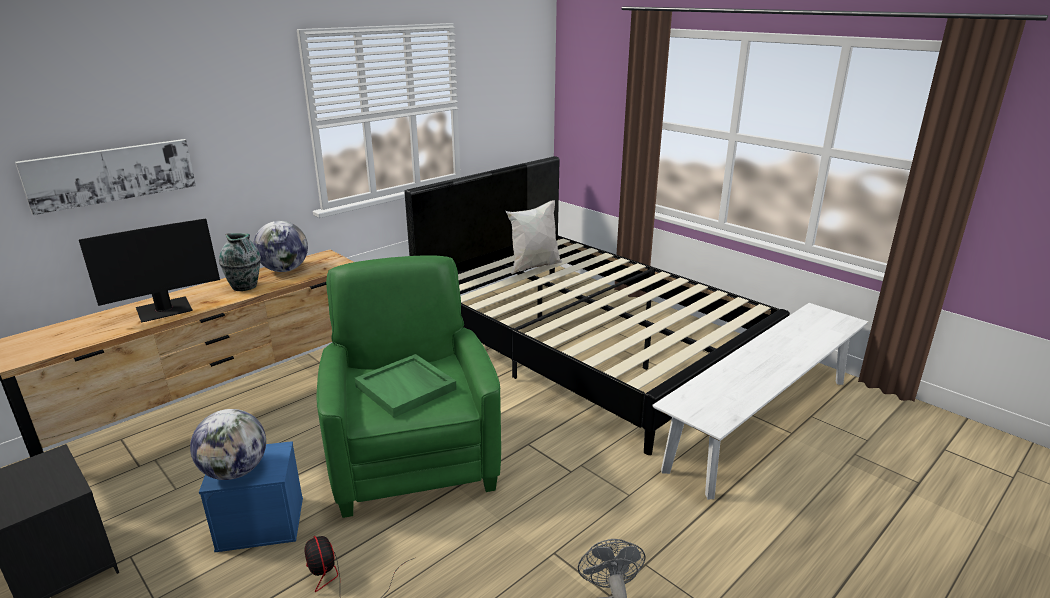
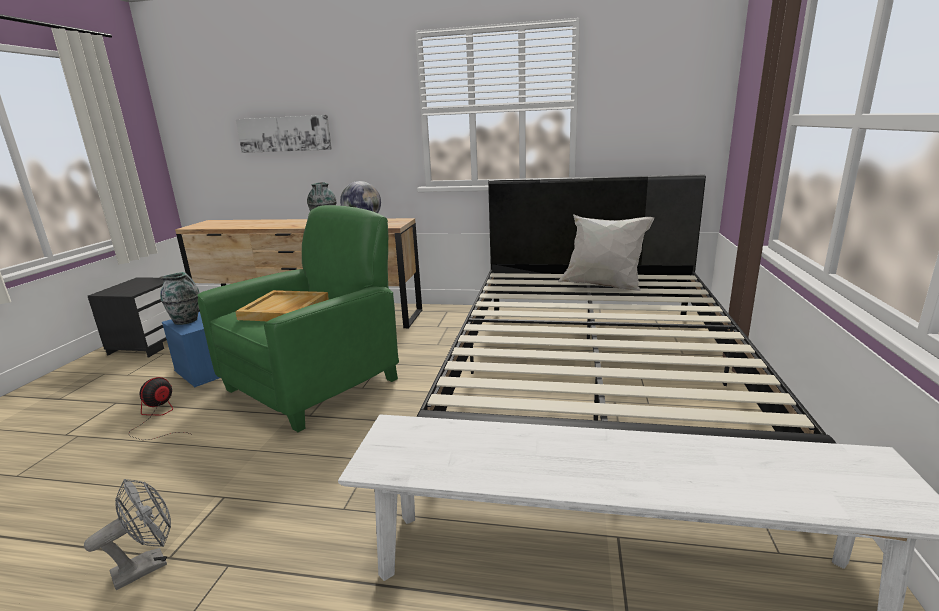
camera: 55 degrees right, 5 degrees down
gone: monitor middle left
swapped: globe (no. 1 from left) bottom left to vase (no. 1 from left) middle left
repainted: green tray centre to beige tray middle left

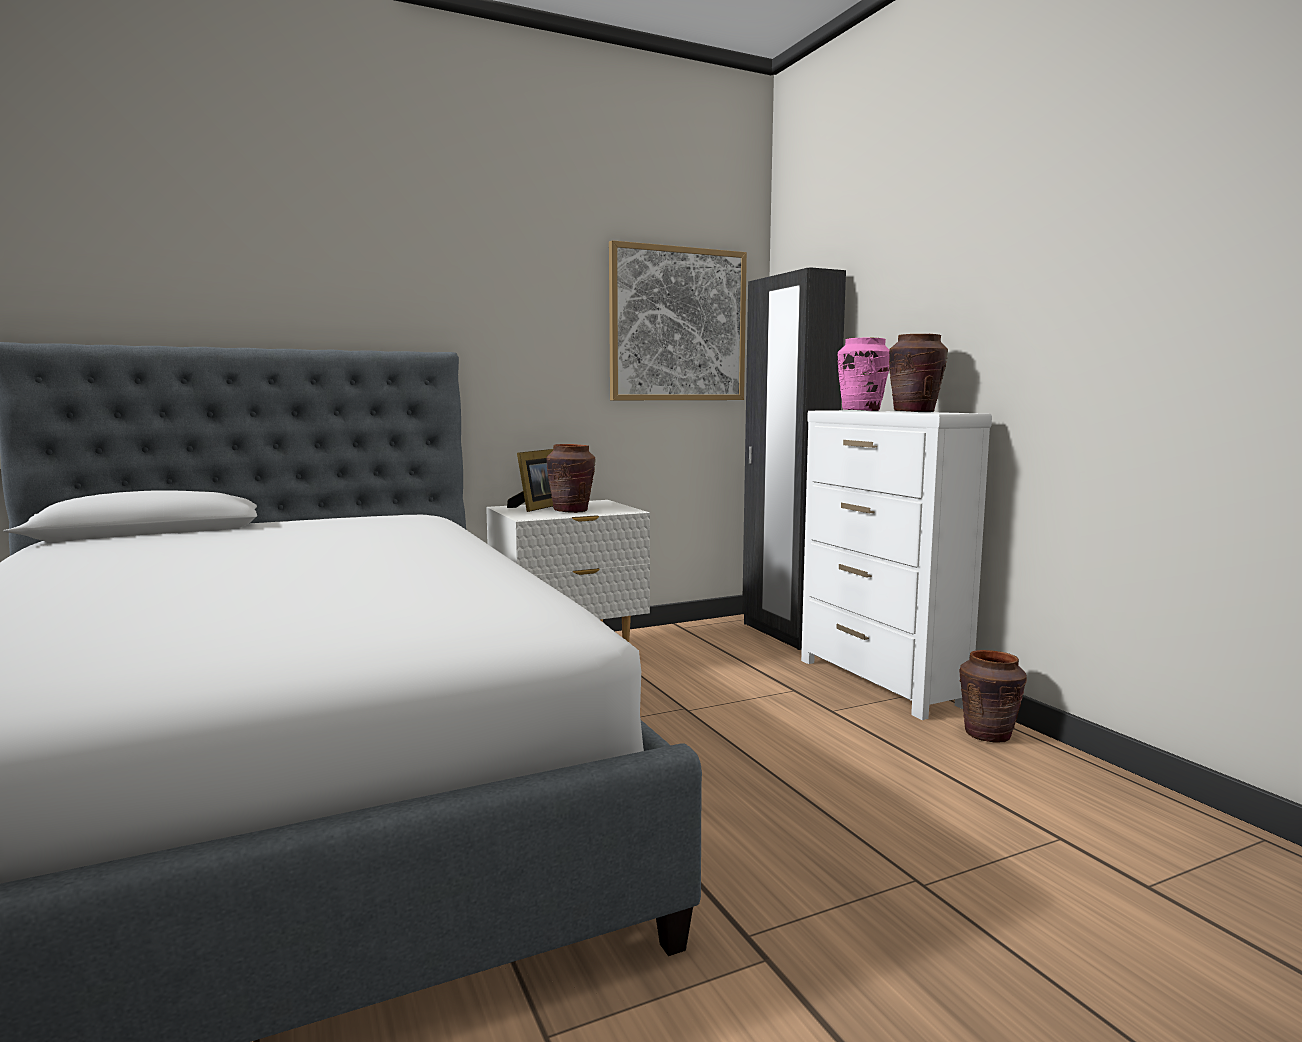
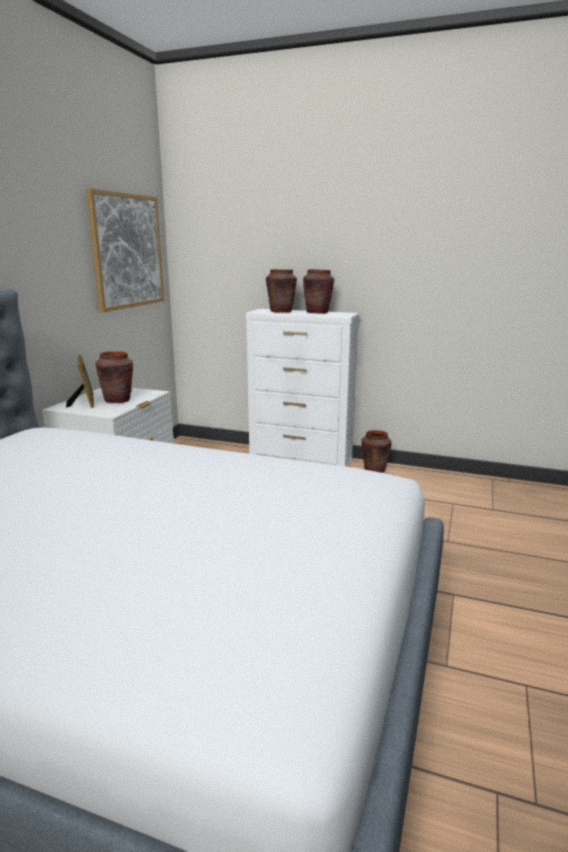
camera: 45 degrees left, 10 degrees up
gone: black wardrobe centre
repainted: pink vase centre to brown vase (no. 2 from left) centre

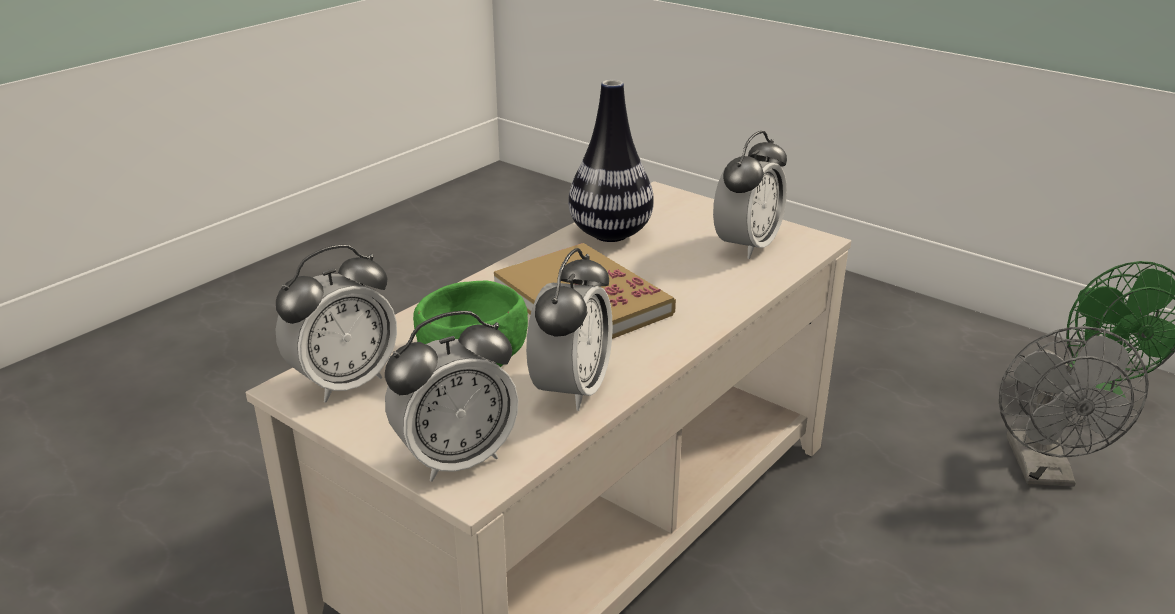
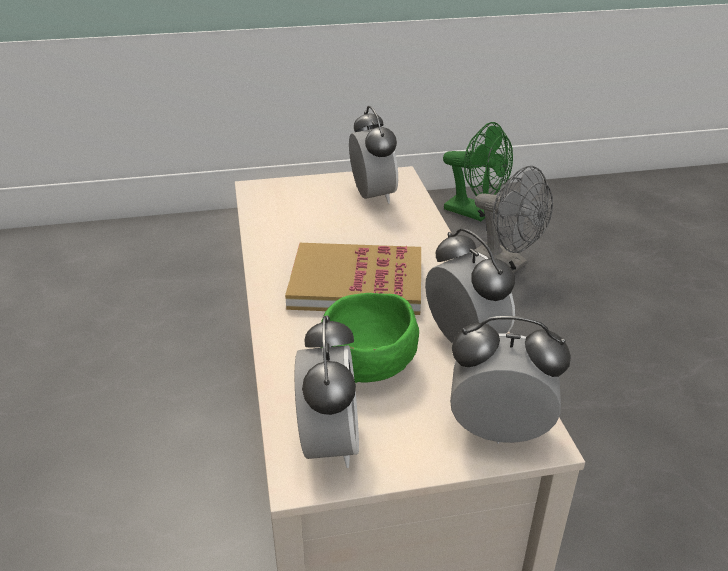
camera: 50 degrees left, 5 degrees up
gone: vase top centre
rotated: alarm clock (no. 2 from left in the first image) centre = middle right 90 degrees counterclockwise

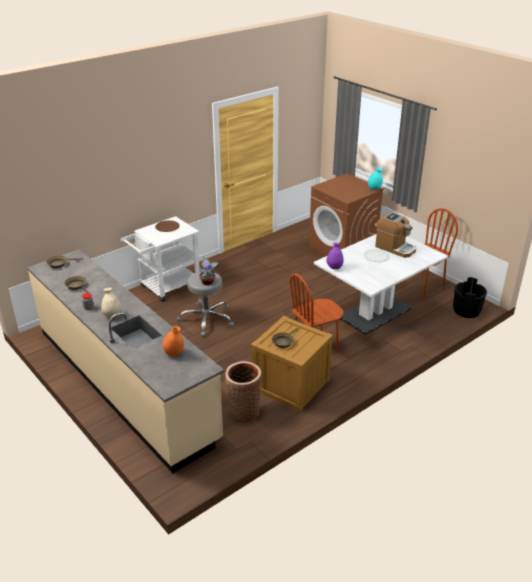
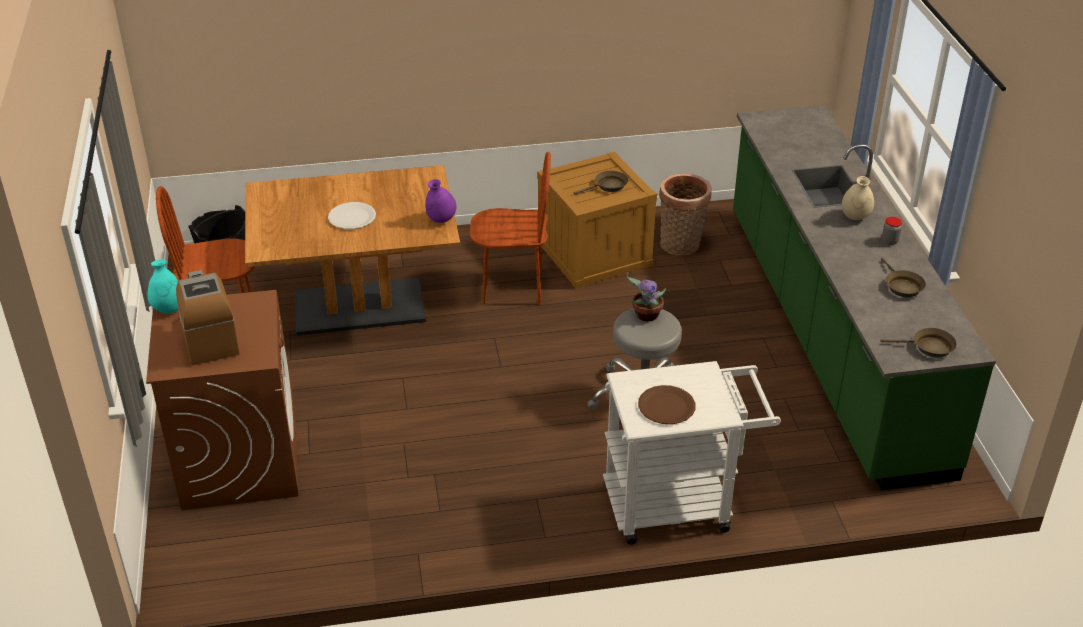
camera: 150 degrees left, 5 degrees up
gone: orange vase middle left
shifted: coffee machine middle right to middle left
repainted: white dining table middle right to brown dining table middle left; beige counter middle left to green counter middle right

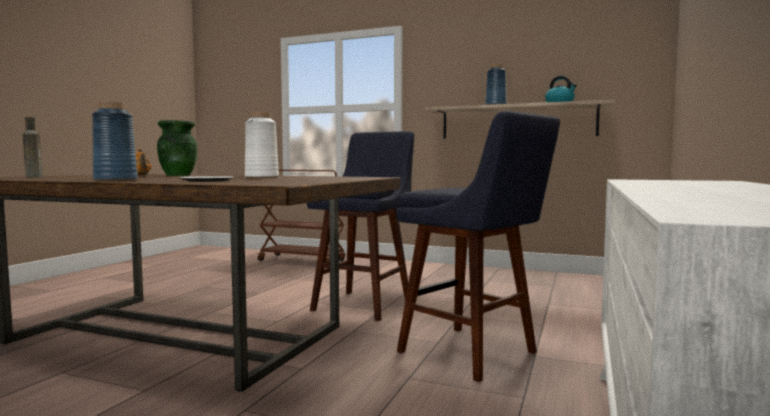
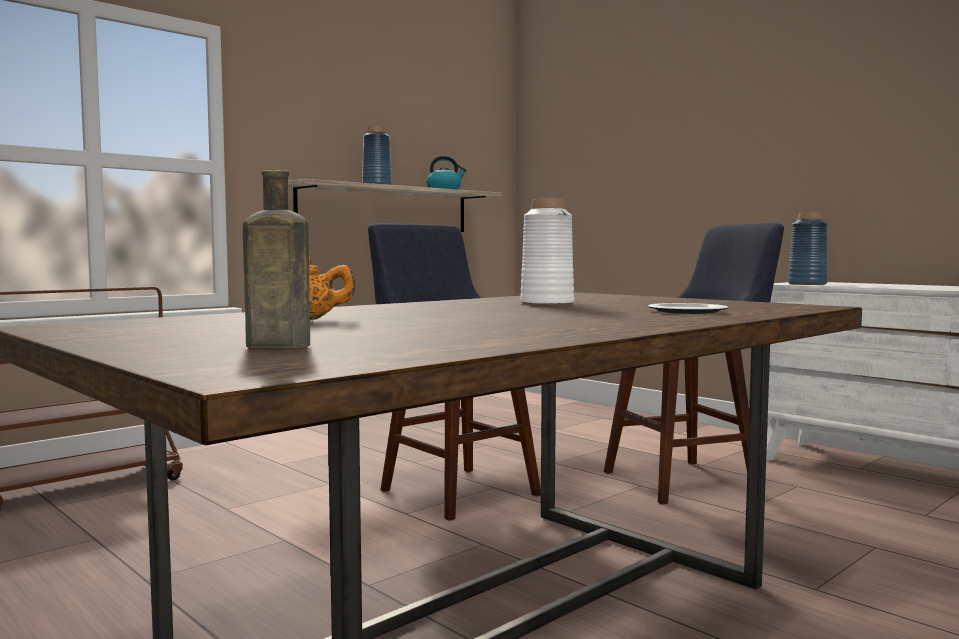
camera: 65 degrees left, 0 degrees up
gone: green vase middle left
shifted: blue vase (no. 1 from left in the first image) middle left to blue vase (no. 2 from left) middle right

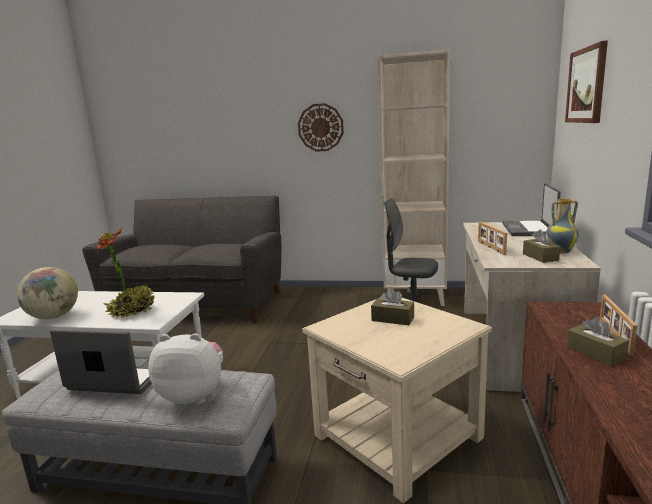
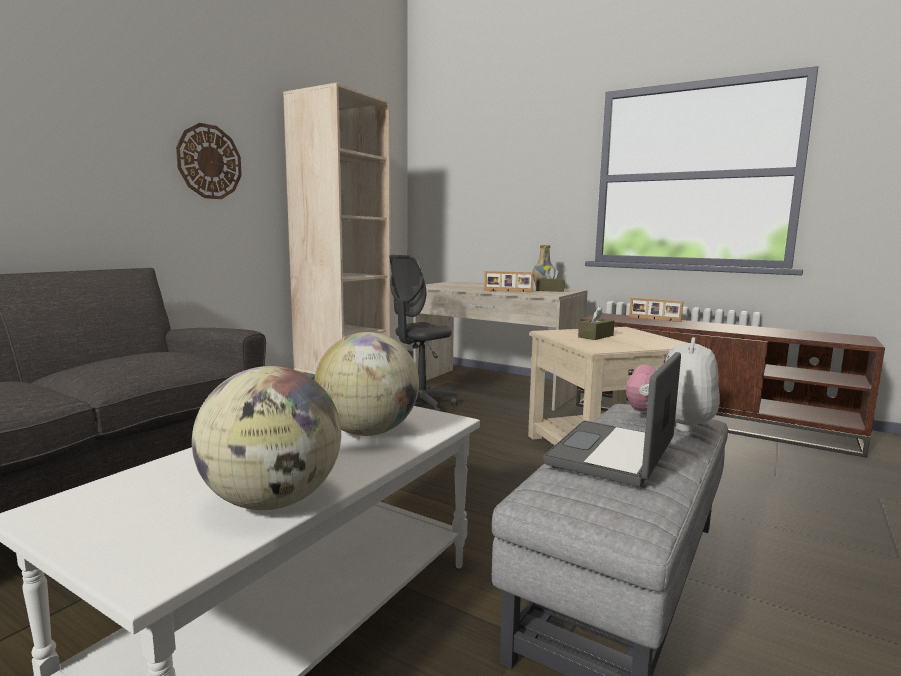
camera: 70 degrees left, 5 degrees down
gone: laptop (no. 2 from left) middle right; picture top right; brown tissue box (no. 3 from left) bottom right
swapped: potted plant middle left to globe (no. 2 from left) centre

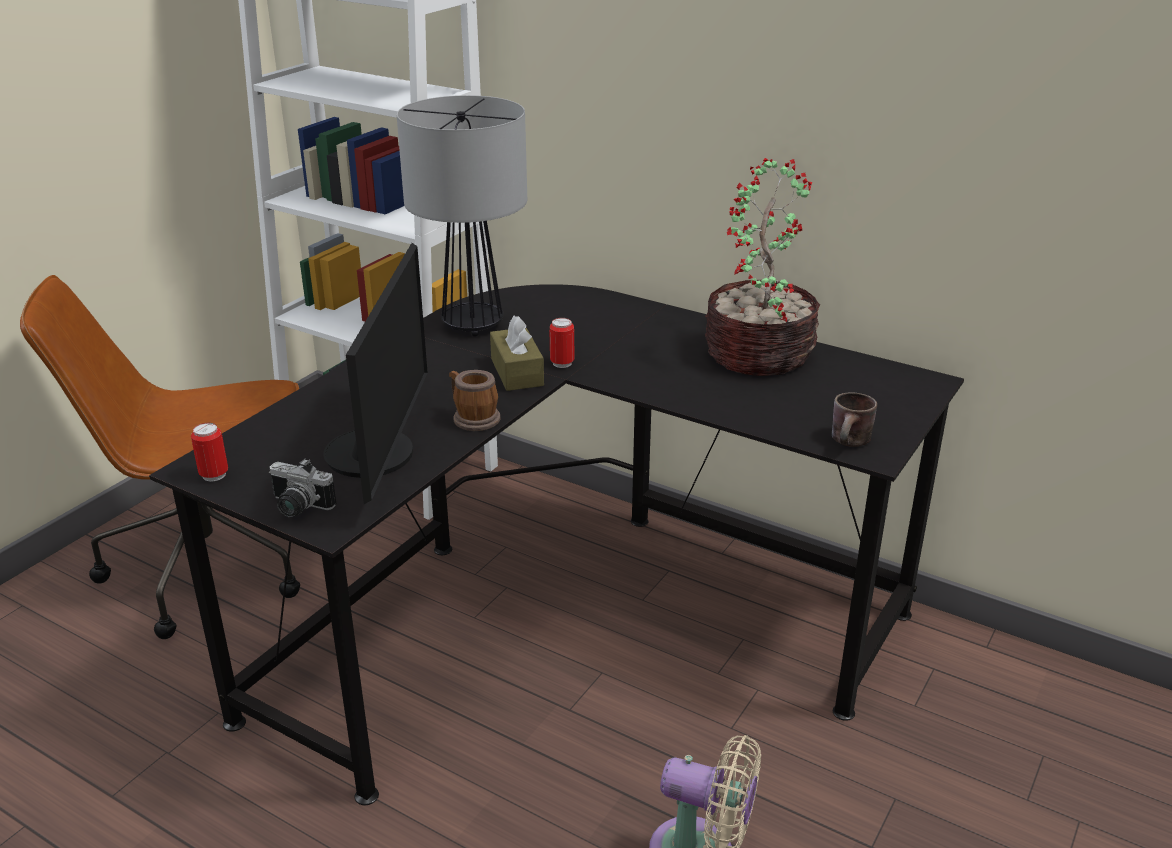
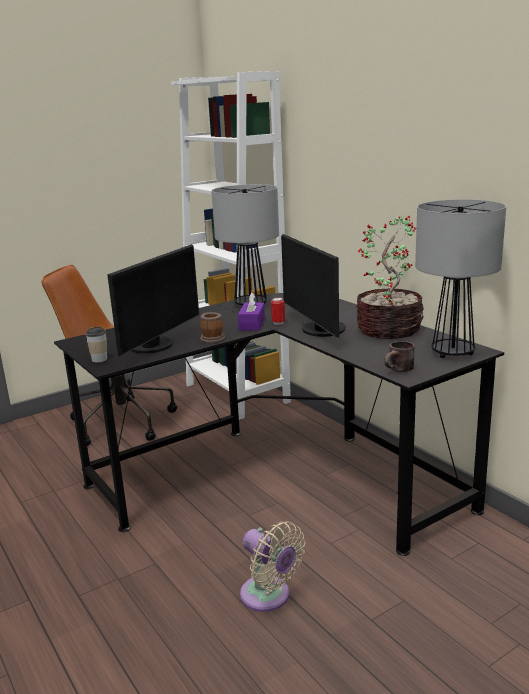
camera: 25 degrees right, 10 degrees down
gone: can (no. 1 from left) middle left
new: monitor (no. 2 from left) centre; table lamp (no. 2 from left) middle right
swapped: photo camera middle left to cup middle left
repainted: brown tissue box centre to purple tissue box centre

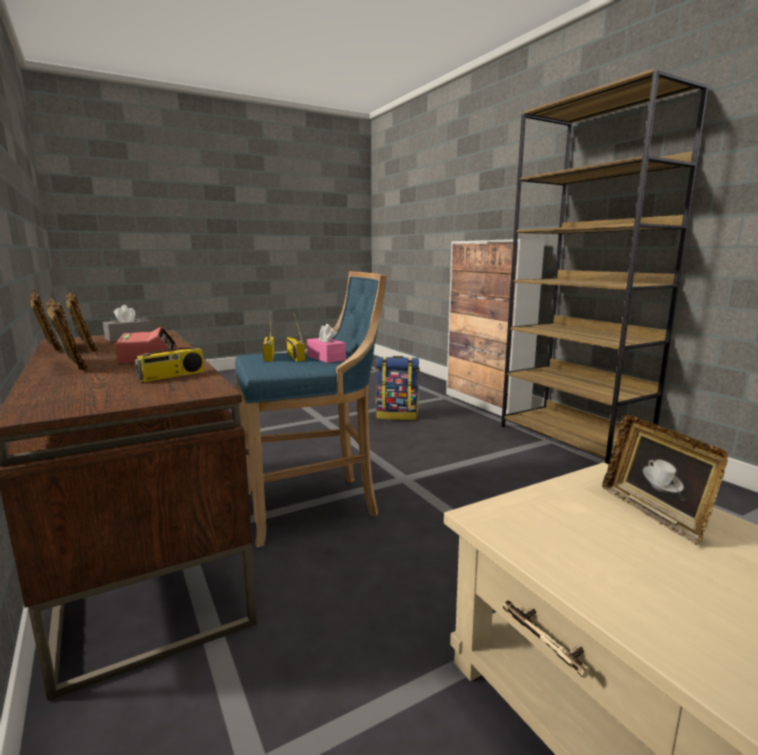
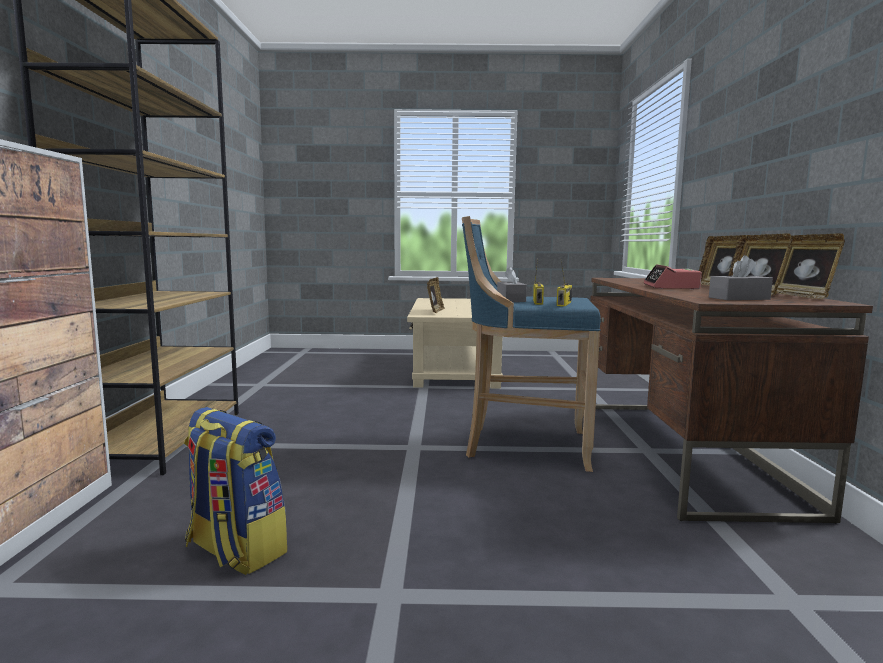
camera: 150 degrees left, 5 degrees down
gone: radio (no. 1 from left) middle left
repainted: pink tissue box centre to grey tissue box (no. 1 from left) centre

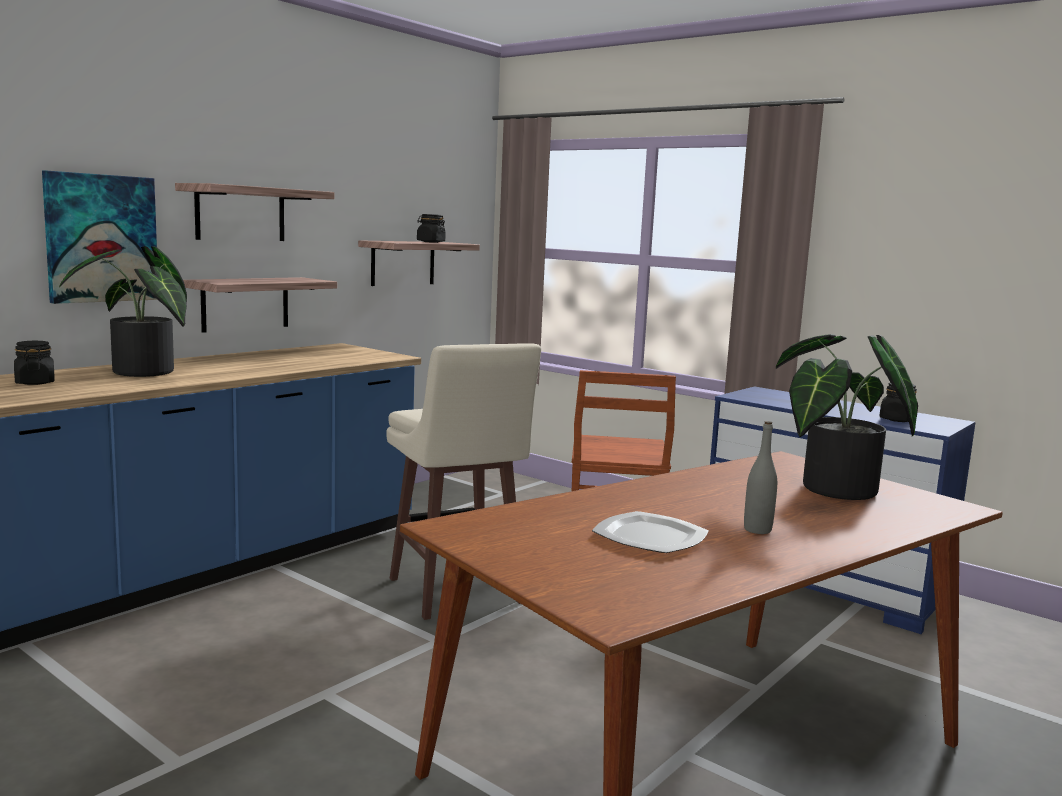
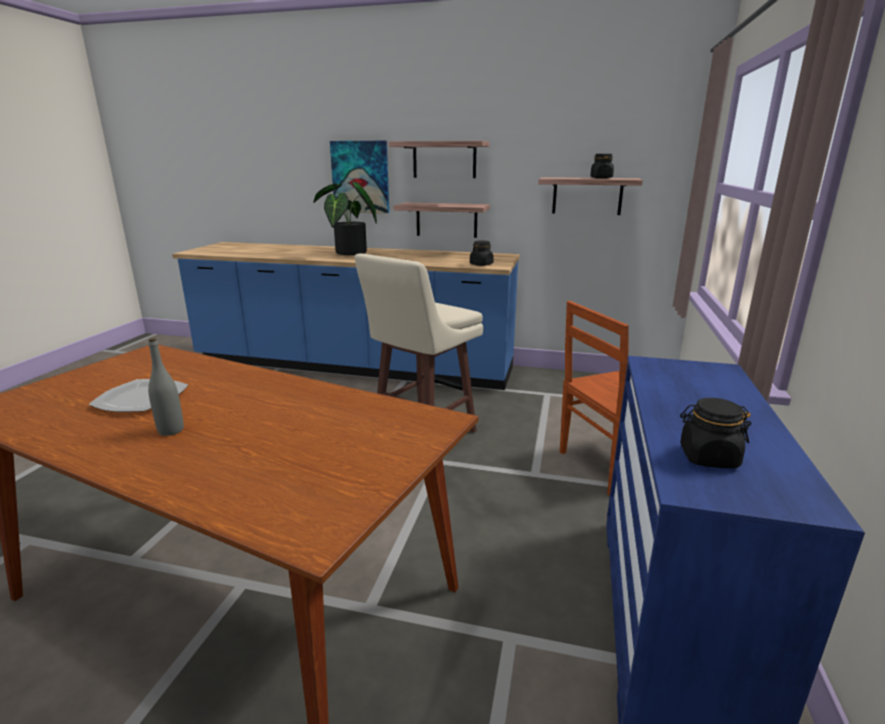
camera: 65 degrees right, 10 degrees up
gone: potted plant (no. 2 from left) middle right
shifted: black jar (no. 1 from left) middle left to centre

